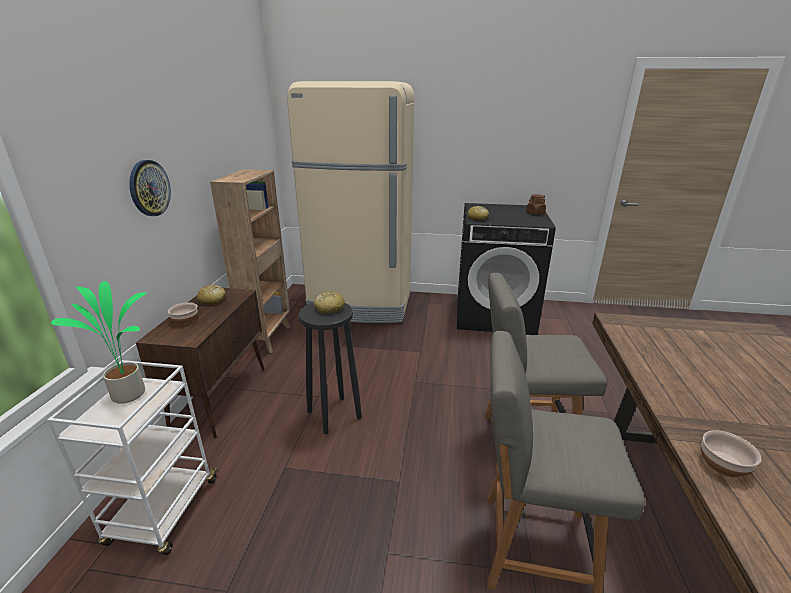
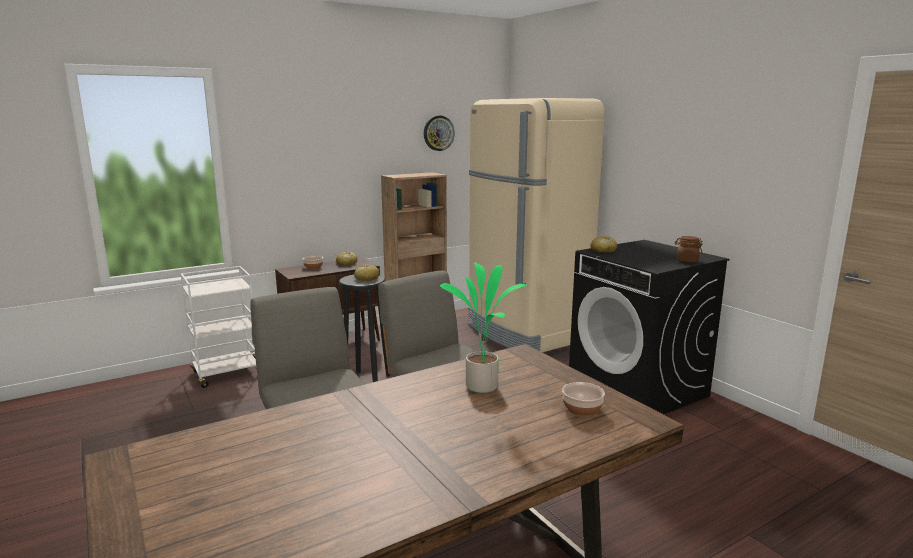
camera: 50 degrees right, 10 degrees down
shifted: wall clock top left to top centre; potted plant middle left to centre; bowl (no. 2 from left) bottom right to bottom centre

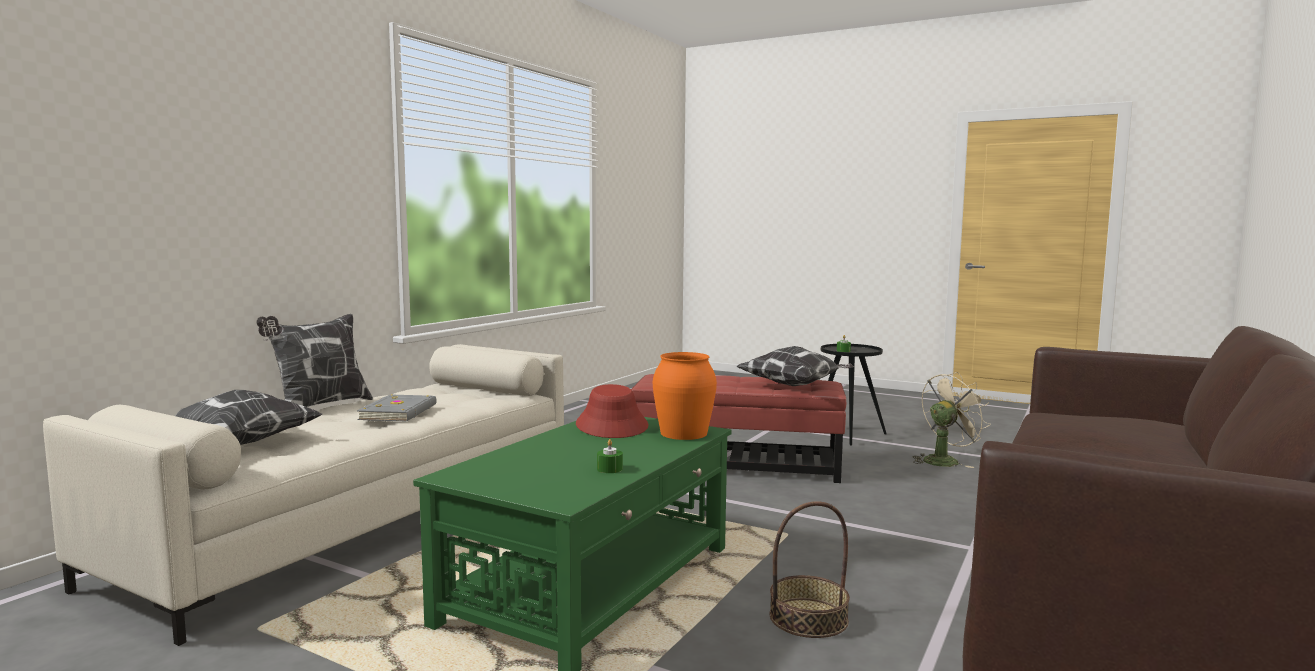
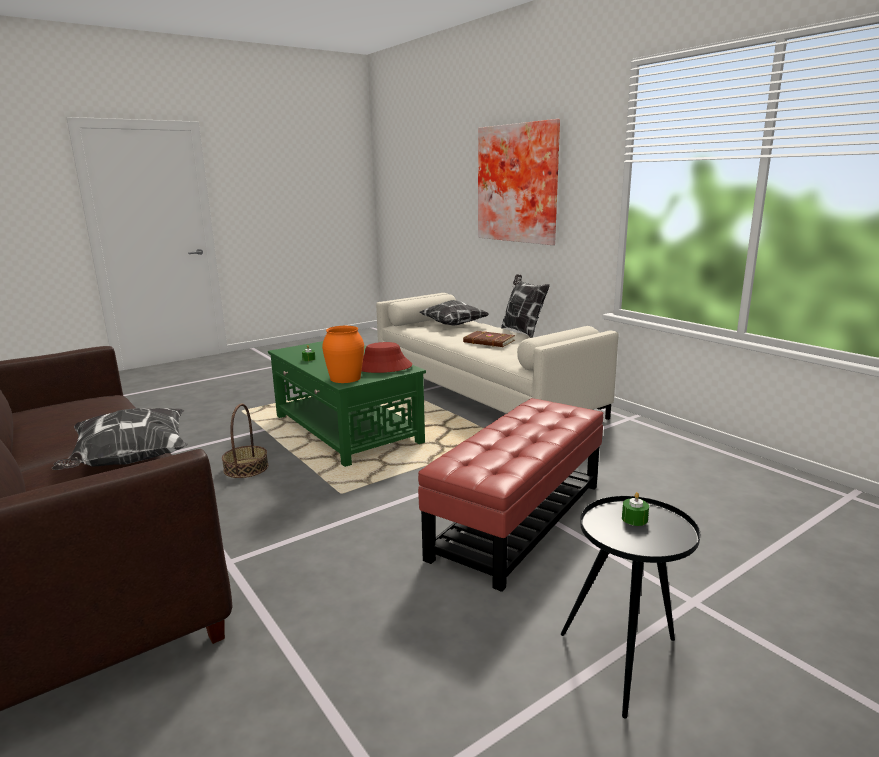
camera: 115 degrees right, 10 degrees up
gone: beige fan middle right
new: picture top centre
shifted: pillow (no. 3 from left in the first image) centre to pillow (no. 1 from left) middle left
repainted: grey book middle left to brown book centre

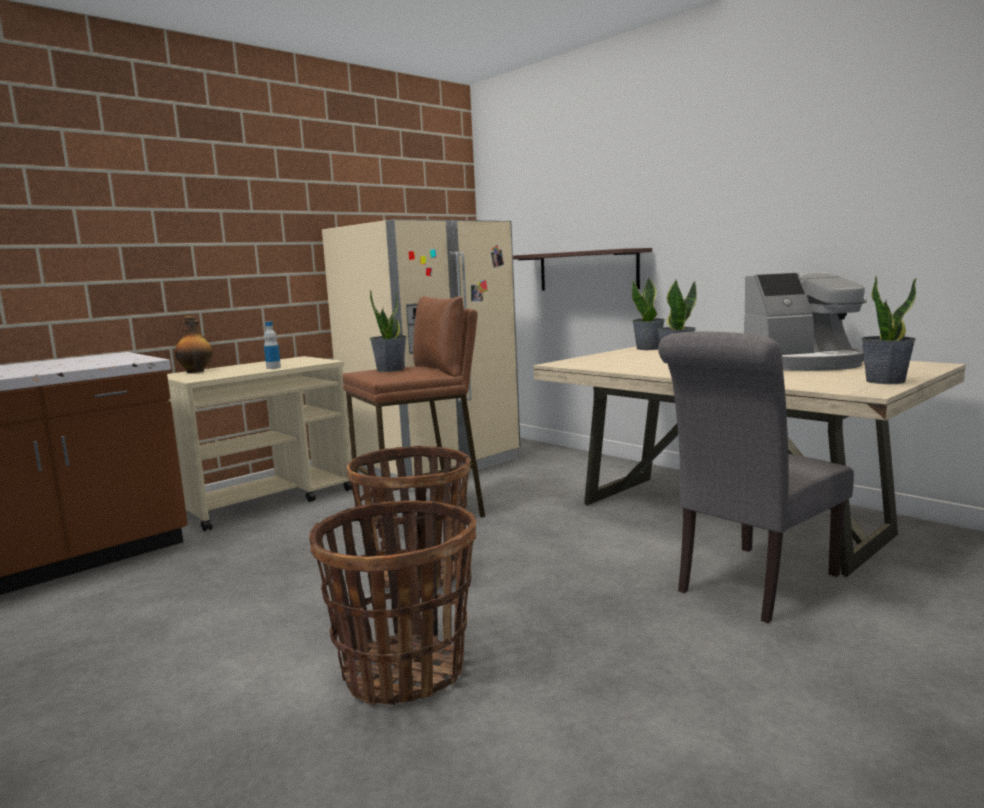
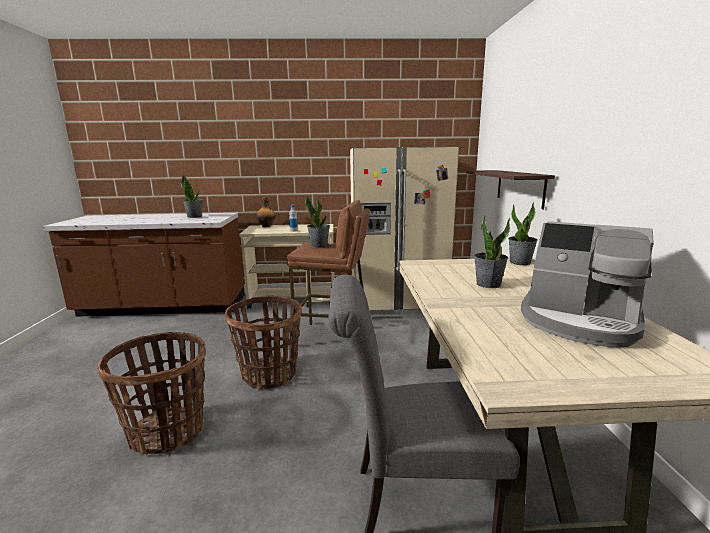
camera: 40 degrees right, 5 degrees up
shifted: potted plant (no. 4 from left in the first image) middle right to potted plant (no. 1 from left) middle left

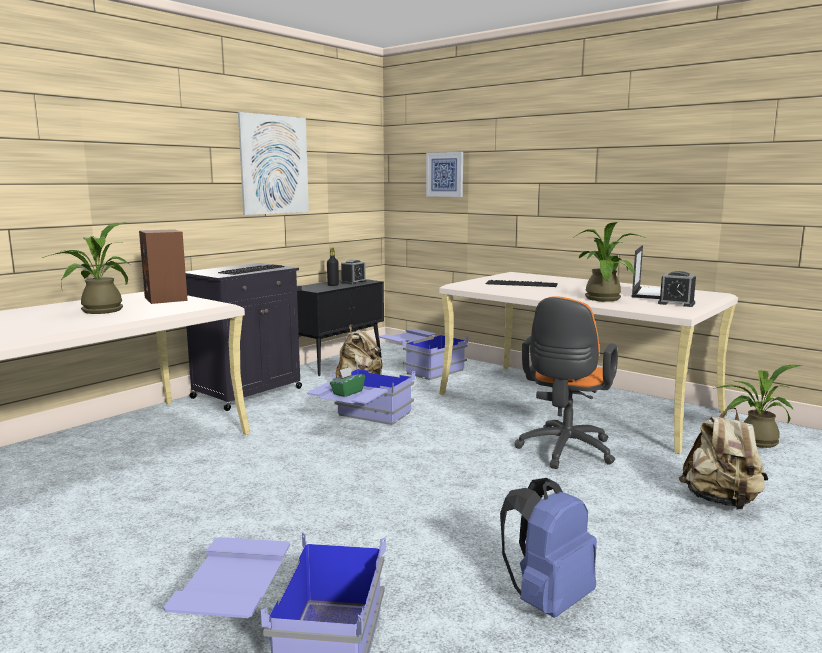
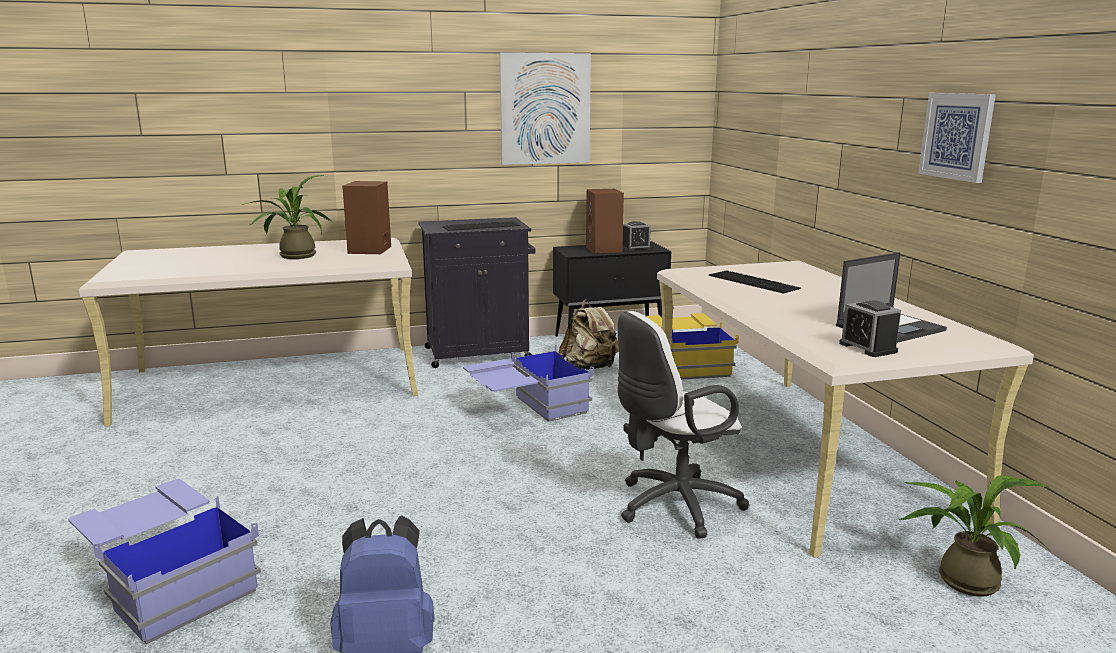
camera: 35 degrees right, 5 degrees up
gone: green tissue box centre; potted plant (no. 2 from left) middle right; beige backpack (no. 2 from left) bottom right
shifted: picture (no. 2 from left) top centre to top right
swapped: black bottle centre to brown speaker (no. 2 from left) centre
repainted: orange office chair middle right to white office chair centre; blue storage box (no. 3 from left) centre to yellow storage box centre

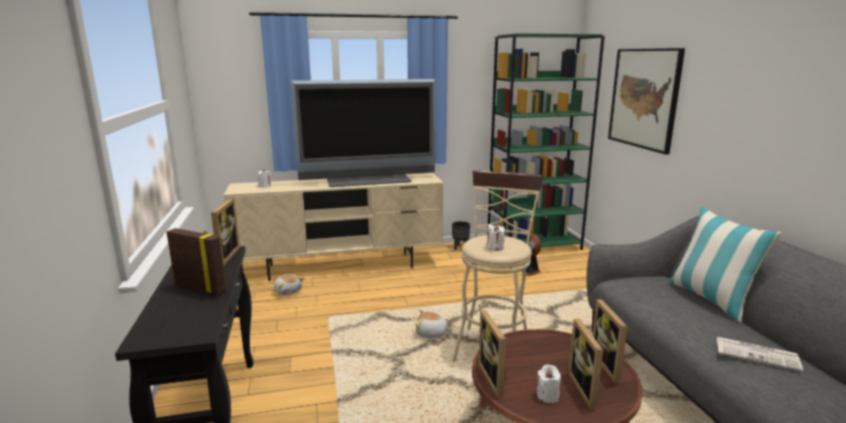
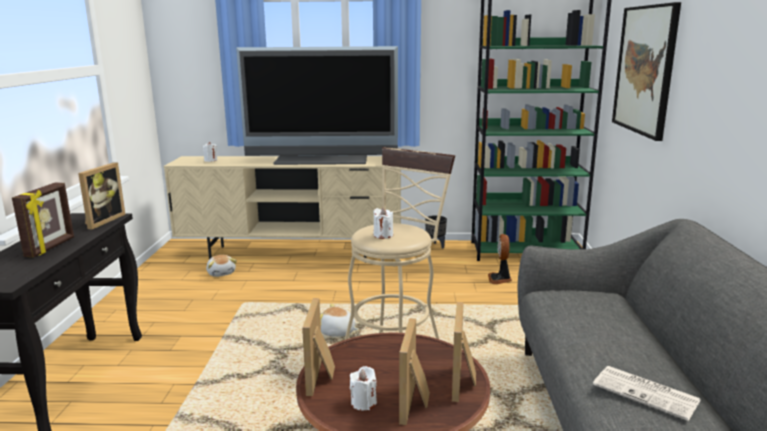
camera: 15 degrees right, 0 degrees up
gone: pillow middle right
rotated: picture frame (no. 1 from left) middle left = middle left 60 degrees clockwise

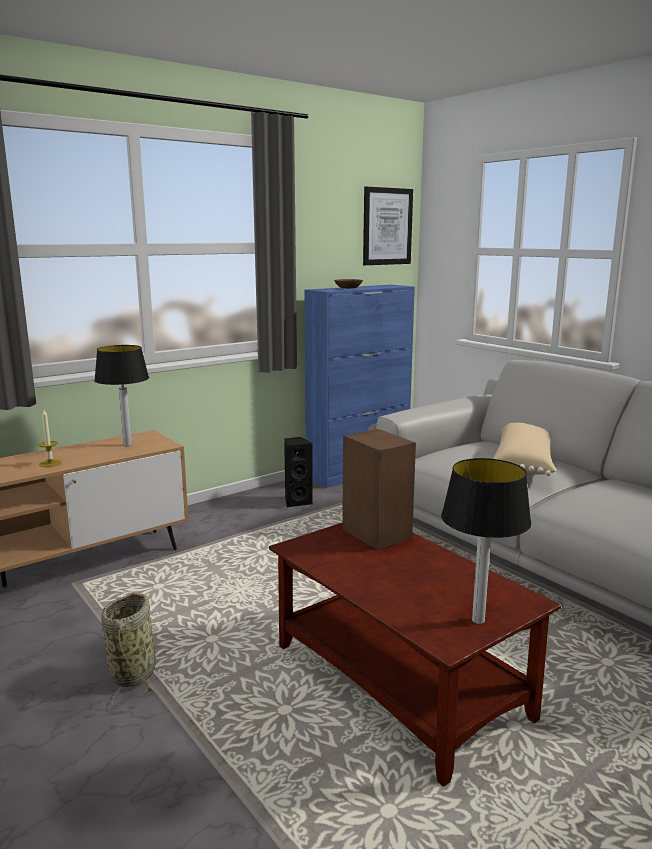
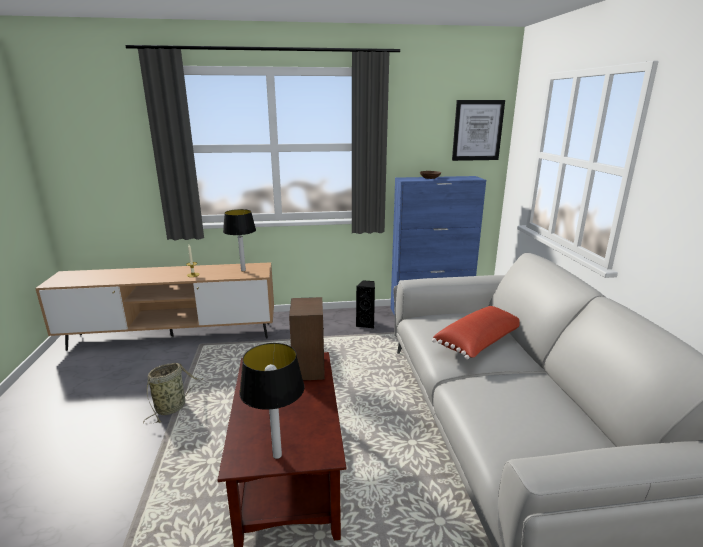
camera: 30 degrees right, 5 degrees up
repainted: beige pillow middle right to red pillow middle right

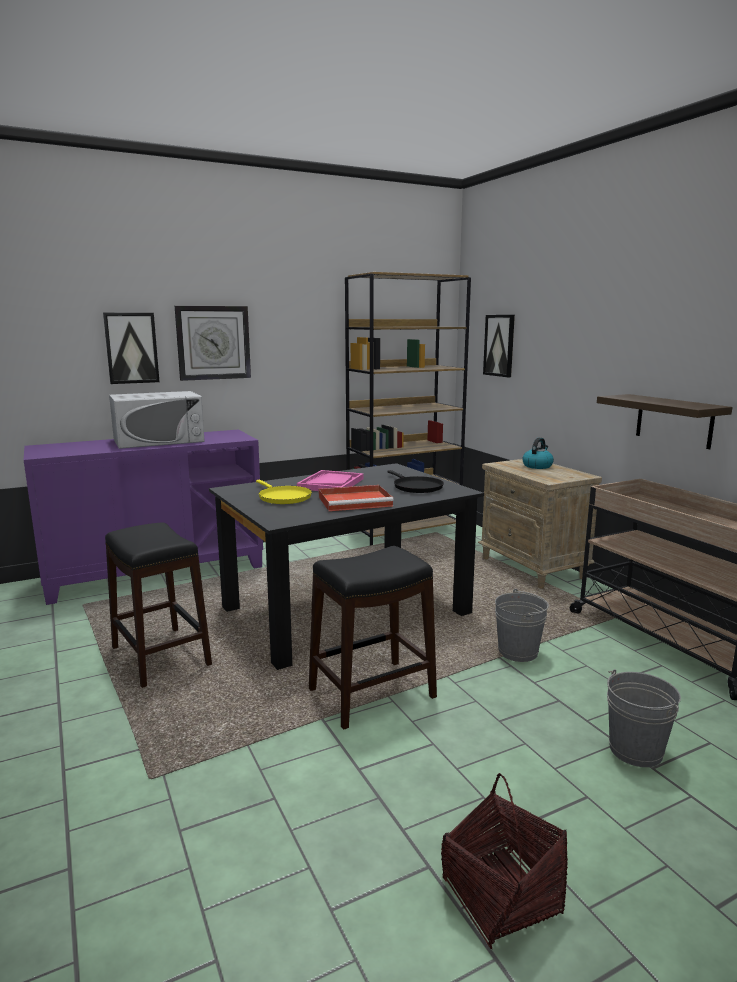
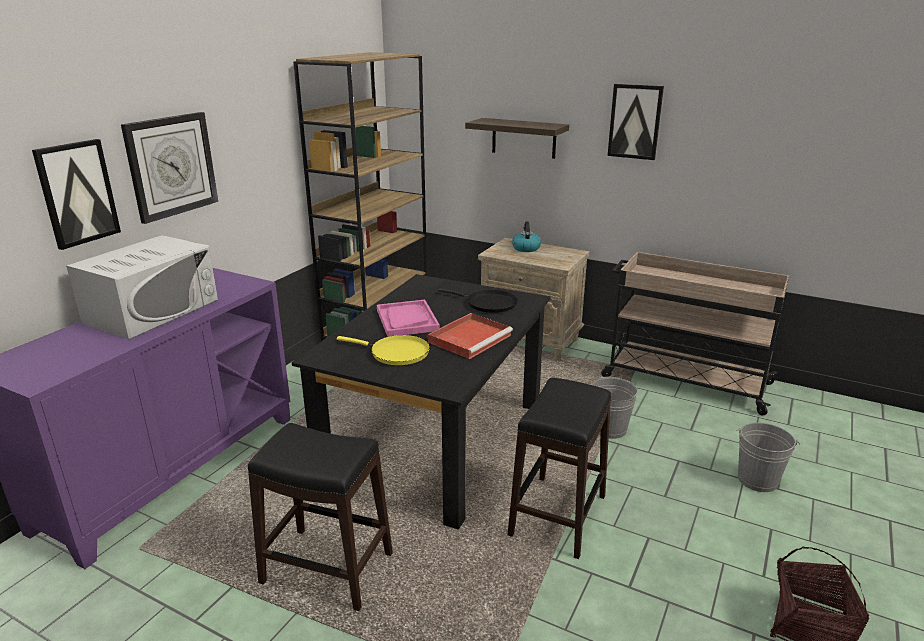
camera: 35 degrees left, 10 degrees up
shifted: shelf middle right to top centre; picture (no. 2 from left) middle right to top right

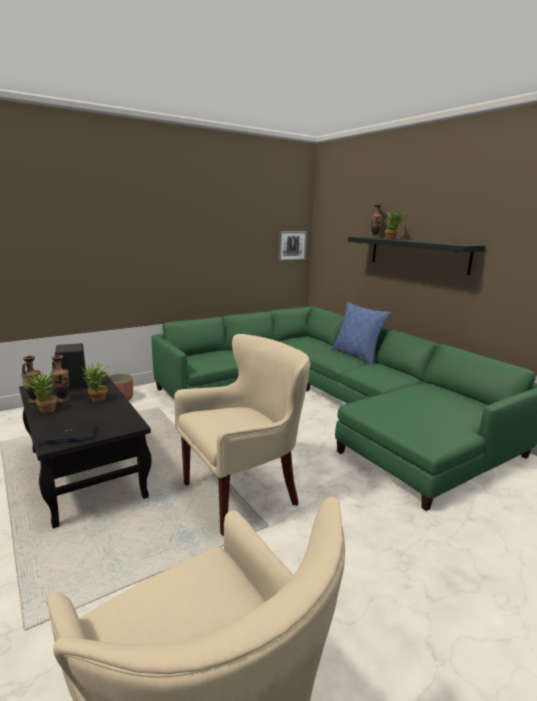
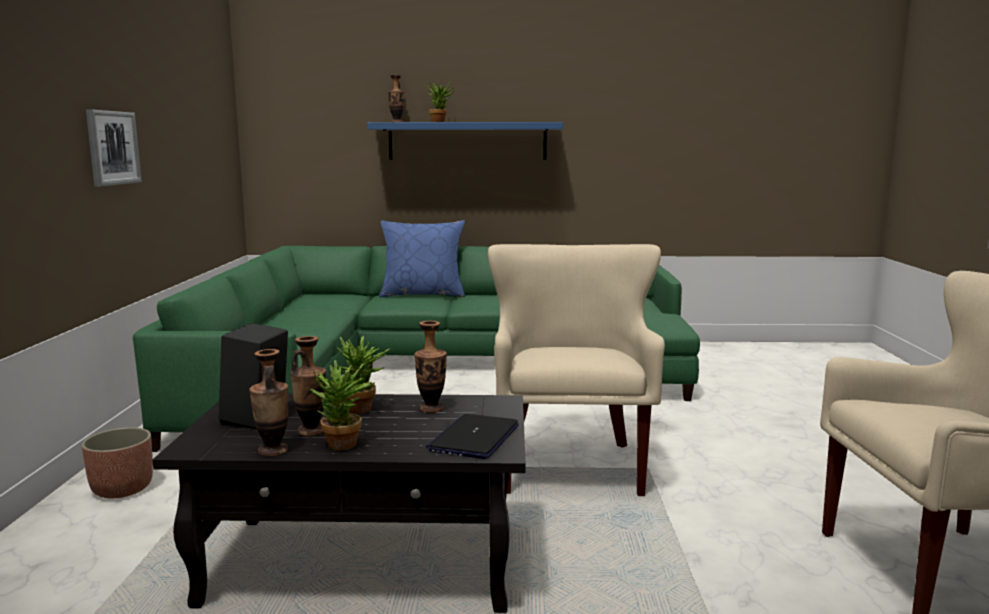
camera: 55 degrees left, 5 degrees down
new: vase (no. 4 from left) centre
shifted: picture centre to top left
repainted: black shelf middle right to blue shelf top centre

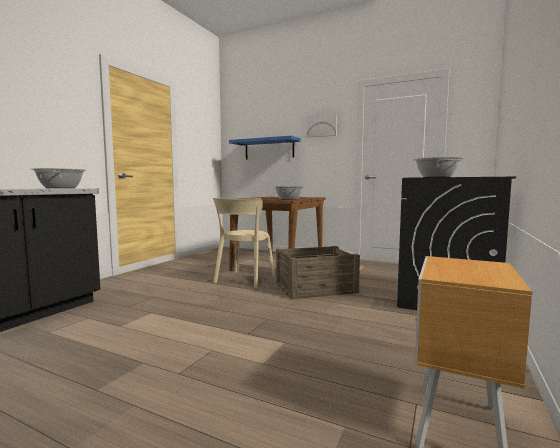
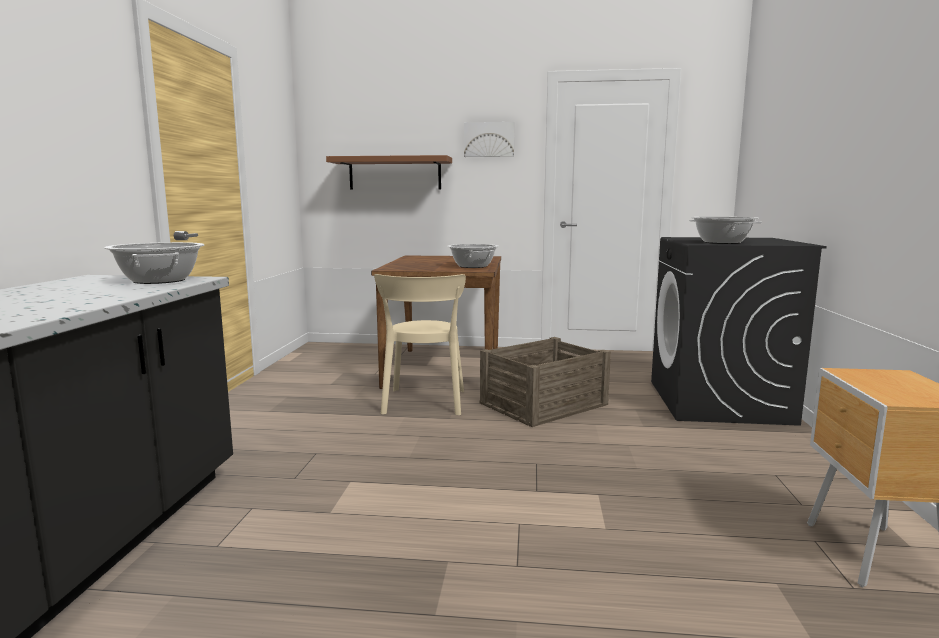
camera: 20 degrees left, 5 degrees up
repainted: blue shelf top centre to brown shelf top centre

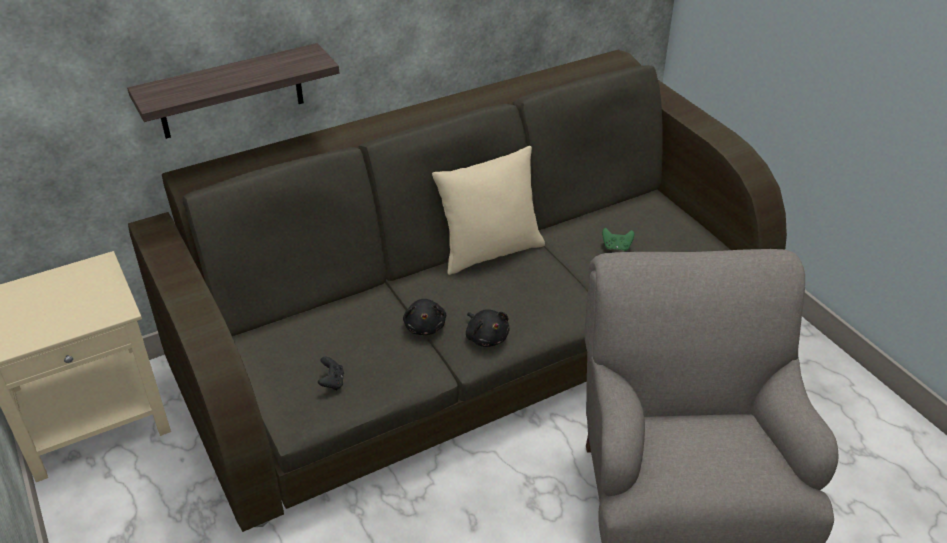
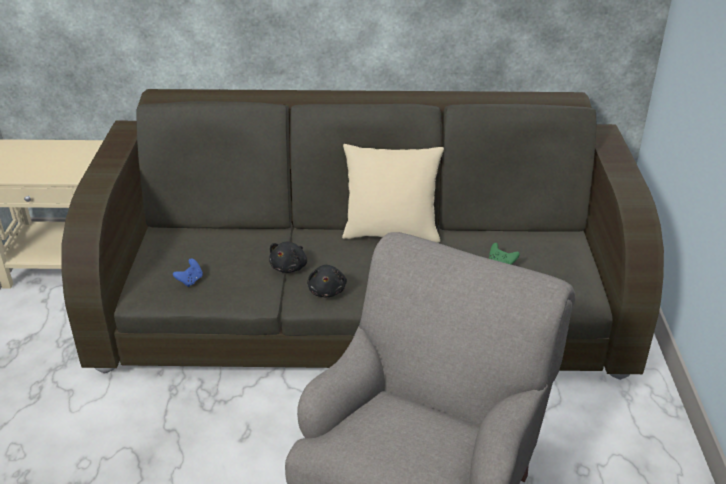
camera: 30 degrees right, 5 degrees down
gone: shelf top left
repainted: black game controller bottom centre to blue game controller middle left

